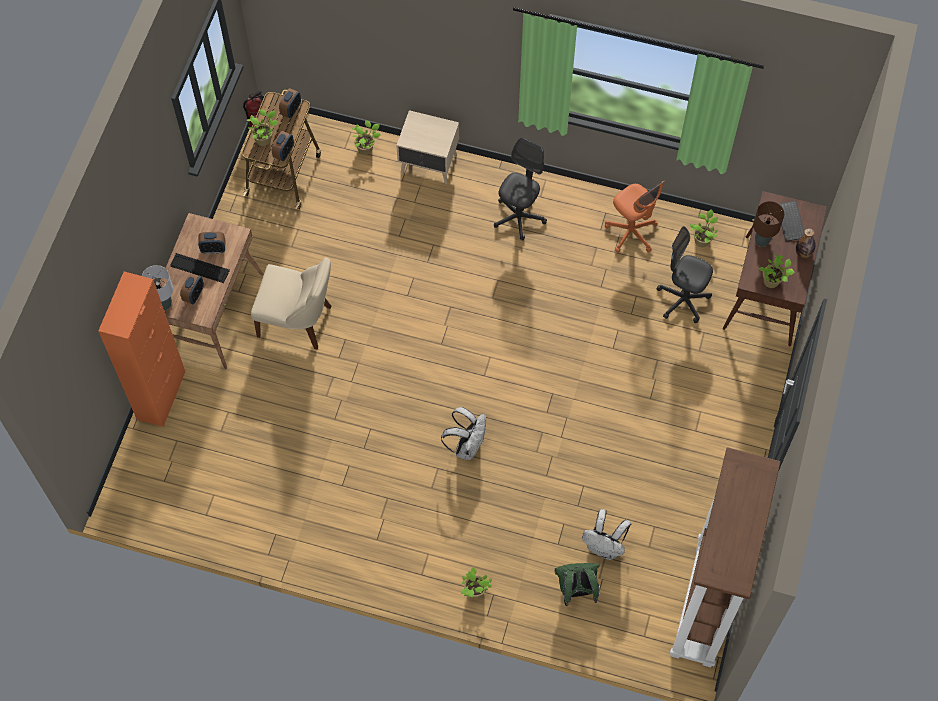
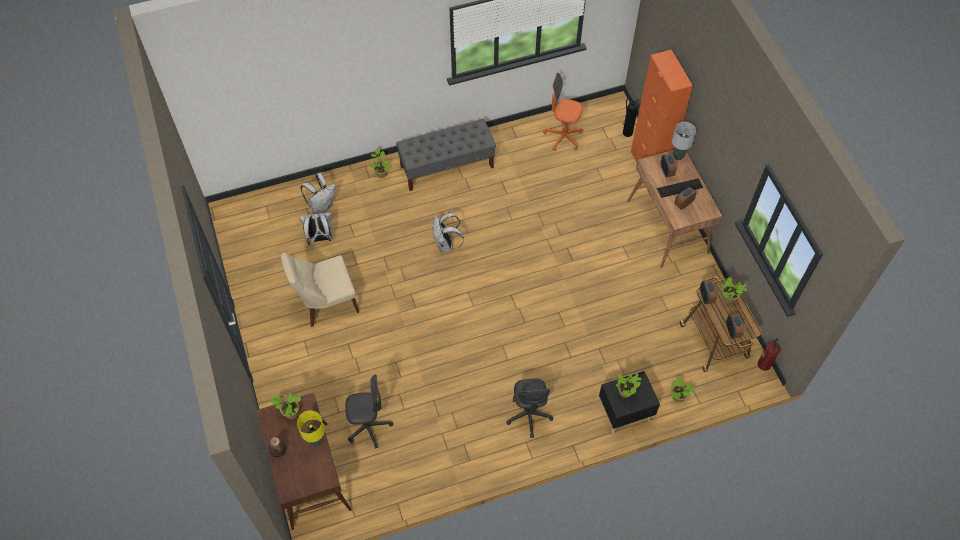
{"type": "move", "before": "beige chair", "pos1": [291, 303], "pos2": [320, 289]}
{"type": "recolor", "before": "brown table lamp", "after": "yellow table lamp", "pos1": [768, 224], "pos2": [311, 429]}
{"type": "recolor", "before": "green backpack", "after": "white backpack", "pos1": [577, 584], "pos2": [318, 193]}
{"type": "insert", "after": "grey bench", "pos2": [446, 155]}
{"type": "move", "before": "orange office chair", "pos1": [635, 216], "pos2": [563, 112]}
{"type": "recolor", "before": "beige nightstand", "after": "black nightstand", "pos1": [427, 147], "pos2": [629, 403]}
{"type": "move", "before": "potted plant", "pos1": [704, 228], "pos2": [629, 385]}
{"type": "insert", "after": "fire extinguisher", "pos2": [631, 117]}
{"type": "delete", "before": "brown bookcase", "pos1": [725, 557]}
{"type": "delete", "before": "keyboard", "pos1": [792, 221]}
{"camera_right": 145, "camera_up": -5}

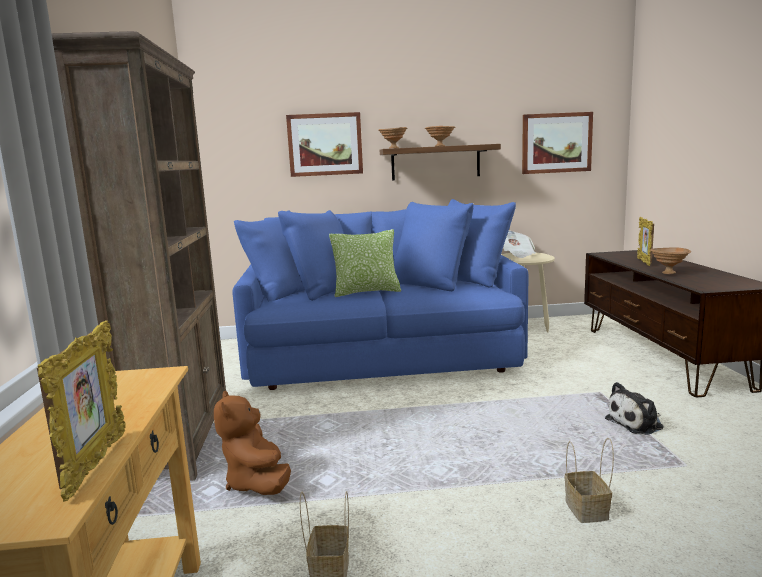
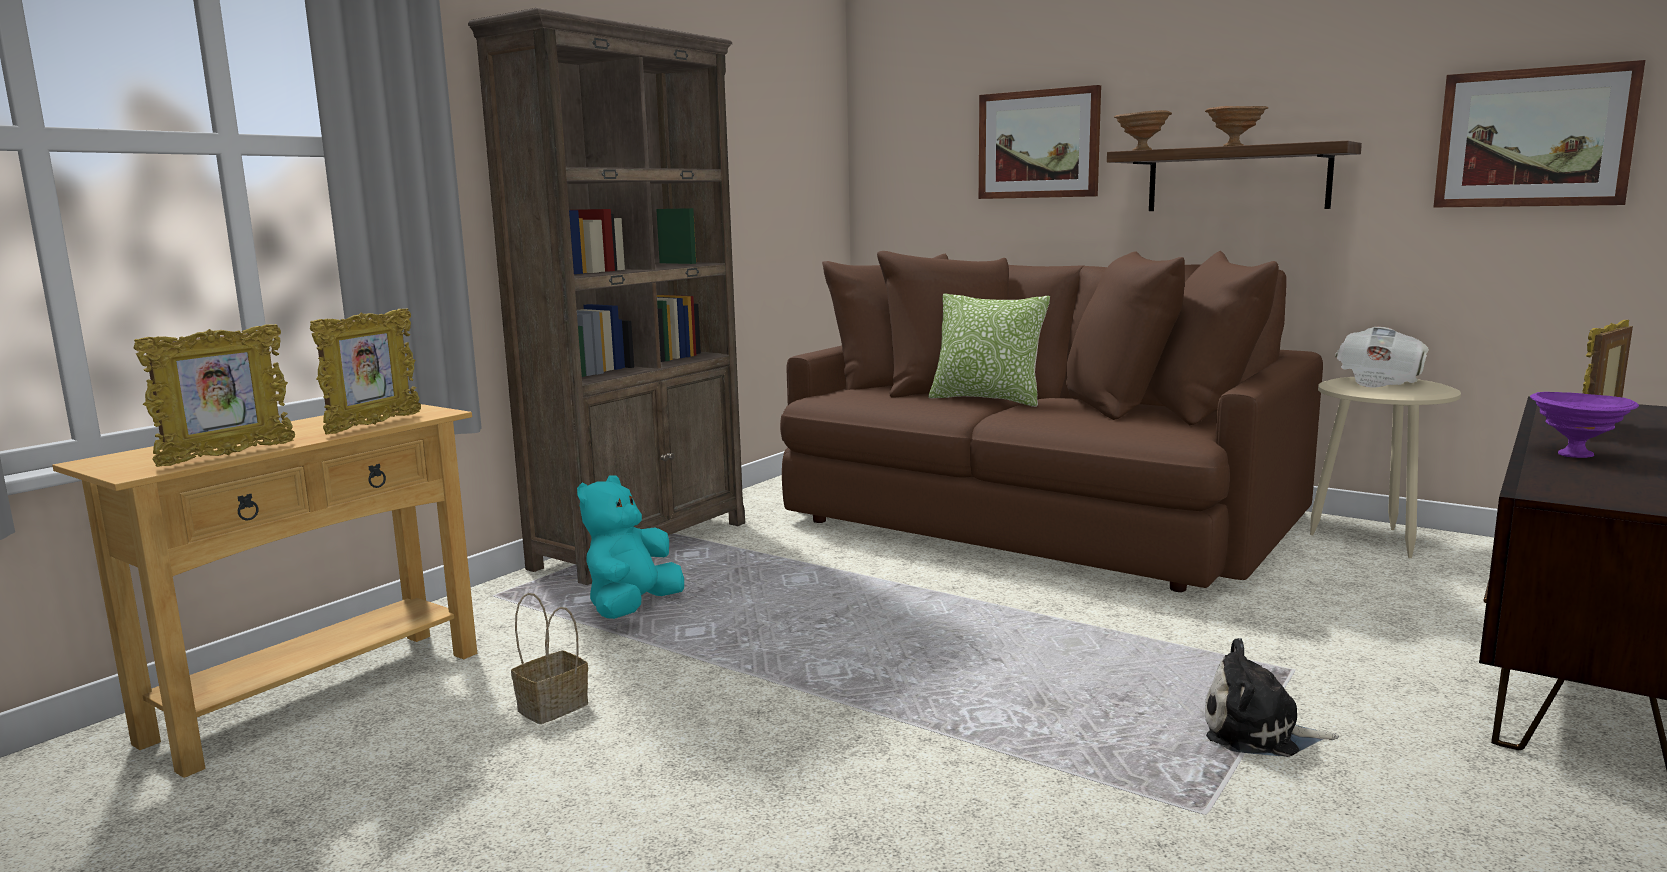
{"type": "insert", "after": "picture frame", "pos2": [365, 371]}
{"type": "recolor", "before": "brown plush toy", "after": "turquoise plush toy", "pos1": [252, 443], "pos2": [630, 547]}
{"type": "recolor", "before": "blue sofa", "after": "brown sofa", "pos1": [380, 294], "pos2": [1051, 421]}
{"type": "recolor", "before": "brown bowl", "after": "purple bowl", "pos1": [670, 261], "pos2": [1584, 425]}
{"type": "delete", "before": "basket", "pos1": [589, 480]}
{"camera_right": 40, "camera_up": 0}

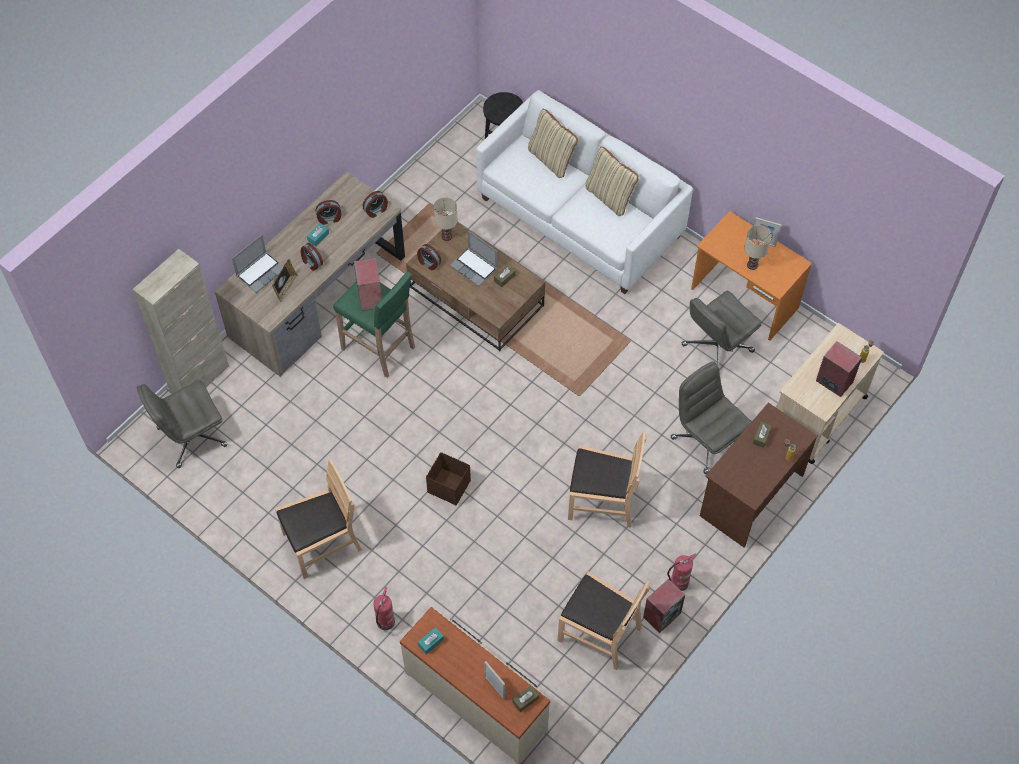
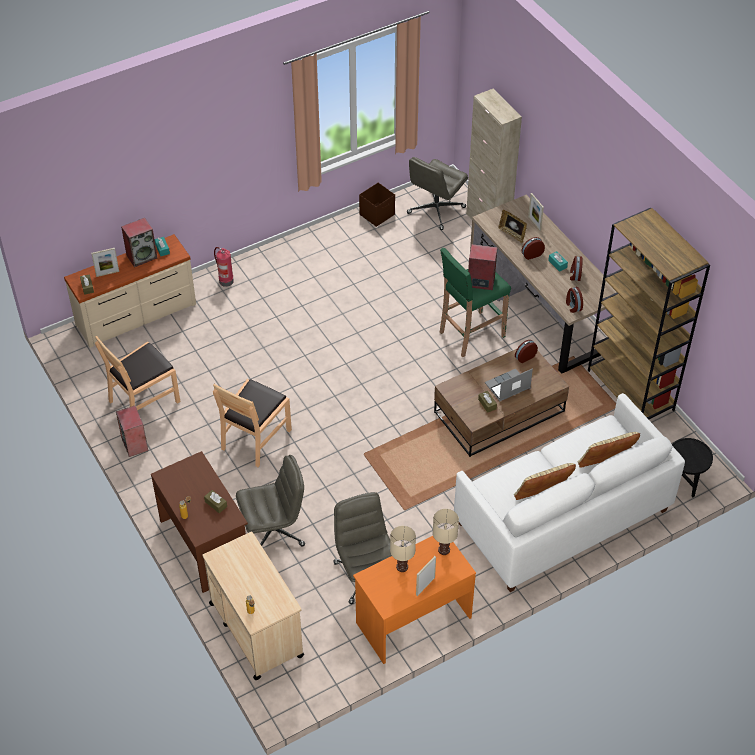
{"type": "move", "before": "speaker", "pos1": [839, 369], "pos2": [139, 242]}
{"type": "move", "before": "brown storage box", "pos1": [448, 478], "pos2": [377, 205]}
{"type": "rotate", "before": "grey office chair", "pos1": [182, 424], "pos2": [437, 193], "turn": -135}
{"type": "move", "before": "beige table lamp", "pos1": [446, 219], "pos2": [446, 532]}
{"type": "replace", "before": "laptop", "after": "picture frame", "pos1": [257, 264], "pos2": [536, 212]}
{"type": "insert", "after": "brown bookcase", "pos2": [649, 313]}
{"type": "delete", "before": "brown chair", "pos1": [318, 519]}
{"type": "delete", "before": "fire extinguisher", "pos1": [681, 572]}
{"camera_right": 110, "camera_up": -10}

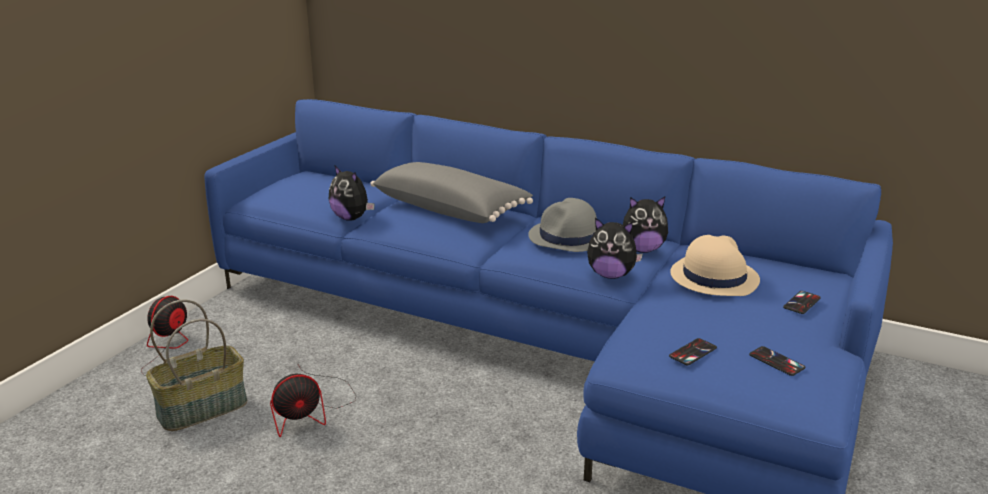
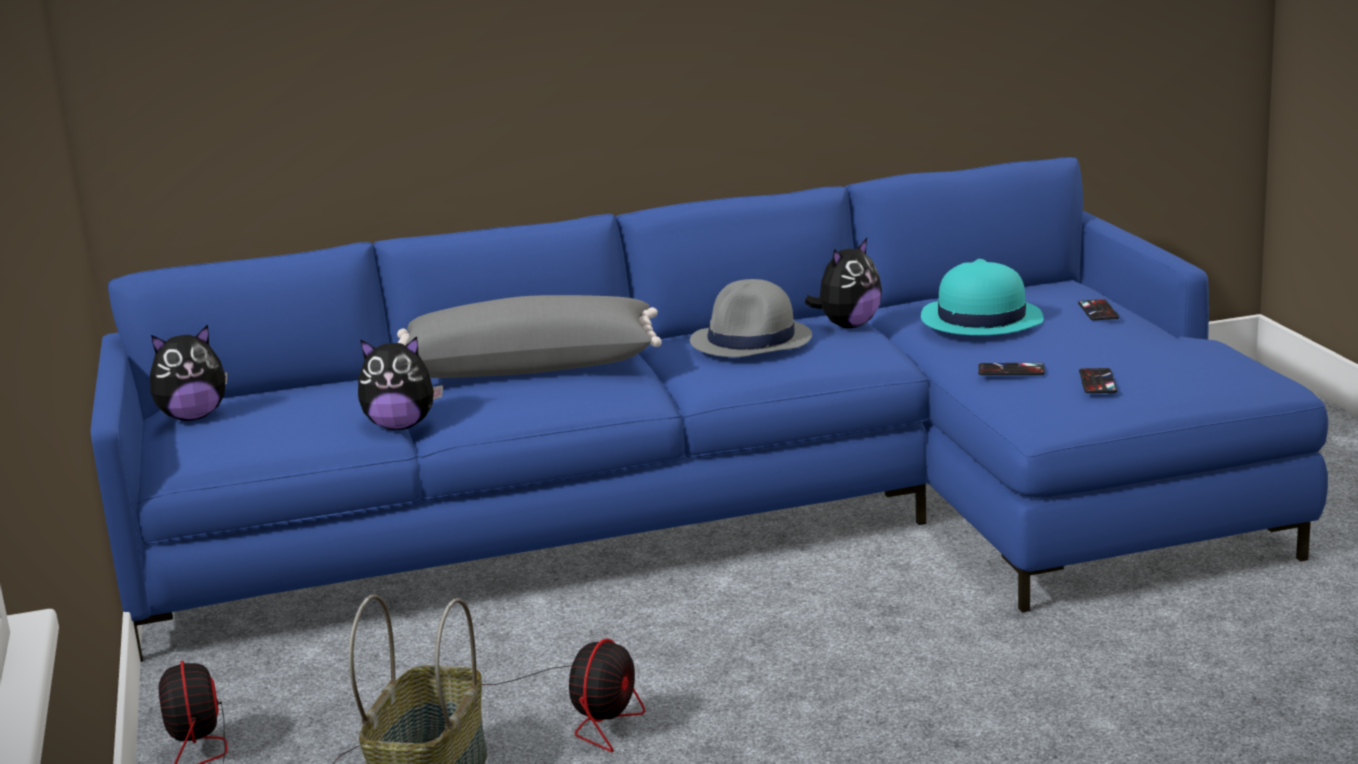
{"type": "move", "before": "plush toy", "pos1": [615, 248], "pos2": [189, 373]}
{"type": "recolor", "before": "beige hat", "after": "turquoise hat", "pos1": [715, 265], "pos2": [982, 297]}
{"type": "move", "before": "phone", "pos1": [777, 361], "pos2": [1011, 369]}
{"camera_right": -40, "camera_up": -5}

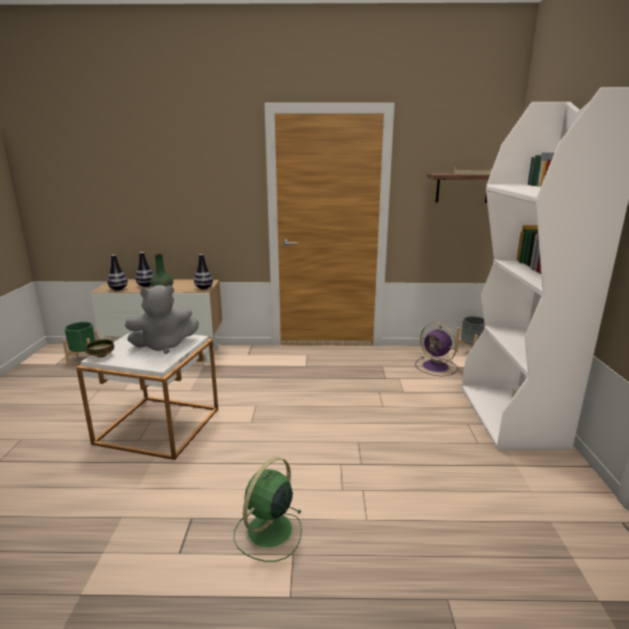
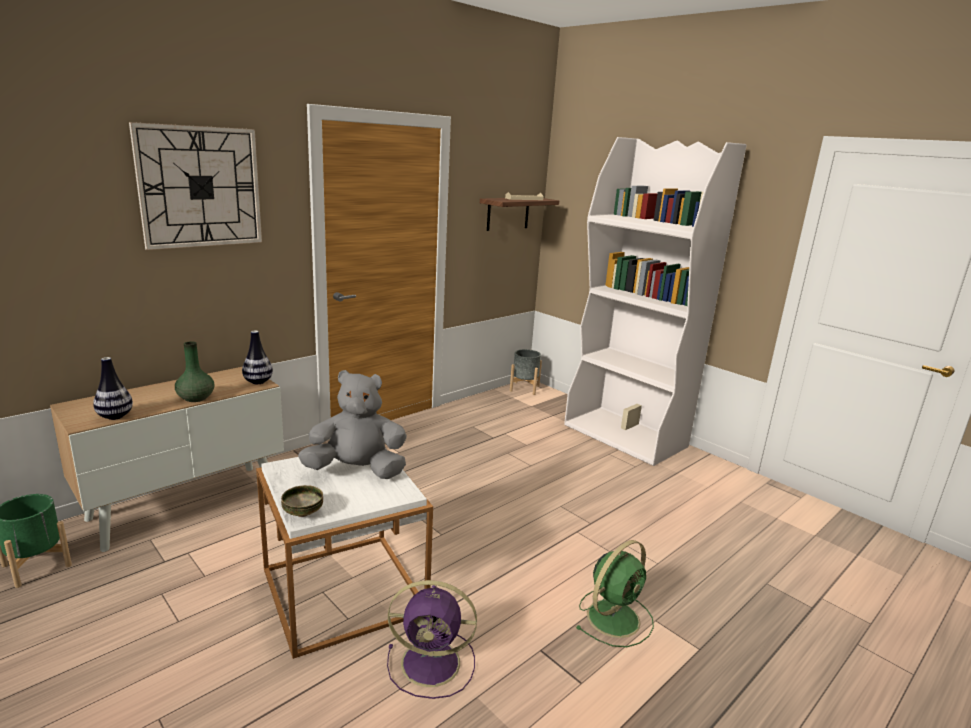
{"type": "insert", "after": "wall clock", "pos2": [195, 186]}
{"type": "rotate", "before": "grey plush toy", "pos1": [162, 319], "pos2": [352, 424], "turn": -120}
{"type": "move", "before": "purple fan", "pos1": [436, 349], "pos2": [432, 639]}
{"type": "rotate", "before": "green fan", "pos1": [267, 509], "pos2": [614, 593], "turn": -120}
{"type": "delete", "before": "vase", "pos1": [144, 269]}
{"camera_right": -45, "camera_up": 0}

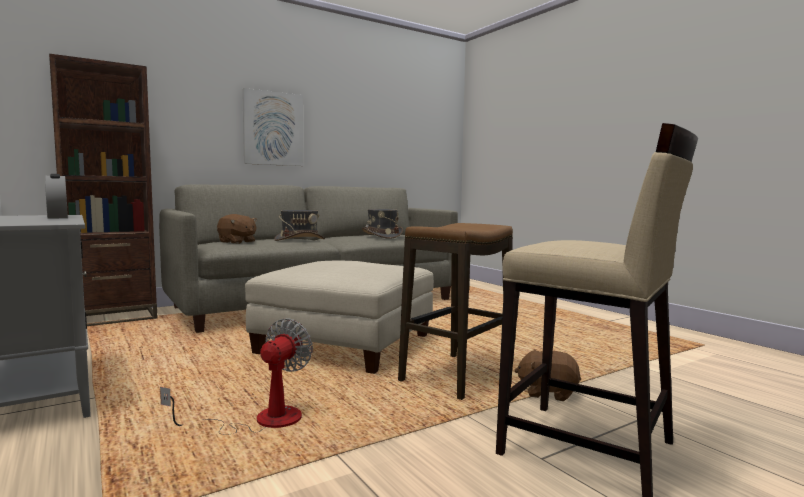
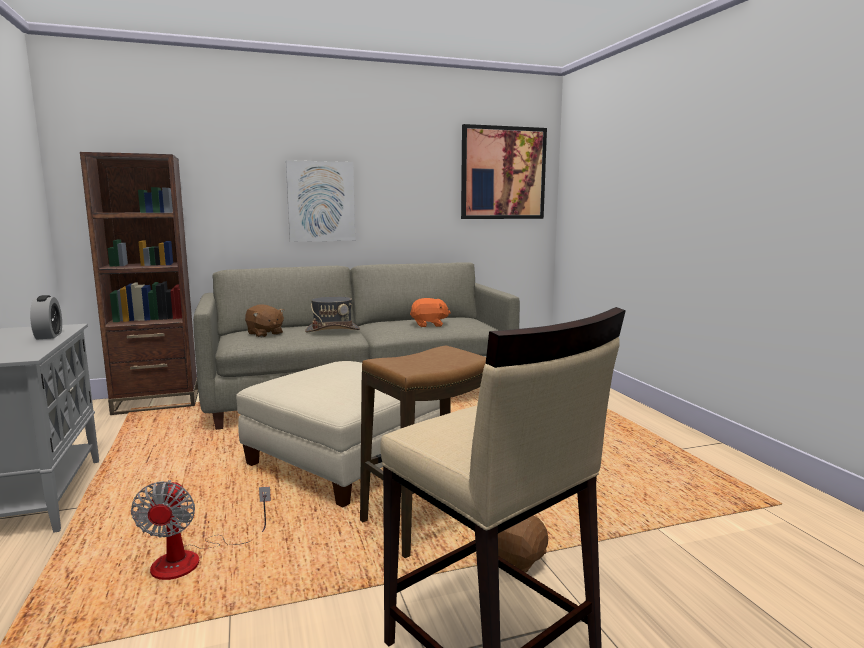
{"type": "rotate", "before": "fan", "pos1": [236, 376], "pos2": [201, 530], "turn": 135}
{"type": "replace", "before": "grey hat", "after": "orange plush toy", "pos1": [382, 224], "pos2": [430, 312]}
{"type": "insert", "after": "picture", "pos2": [504, 171]}
{"camera_right": 15, "camera_up": 5}

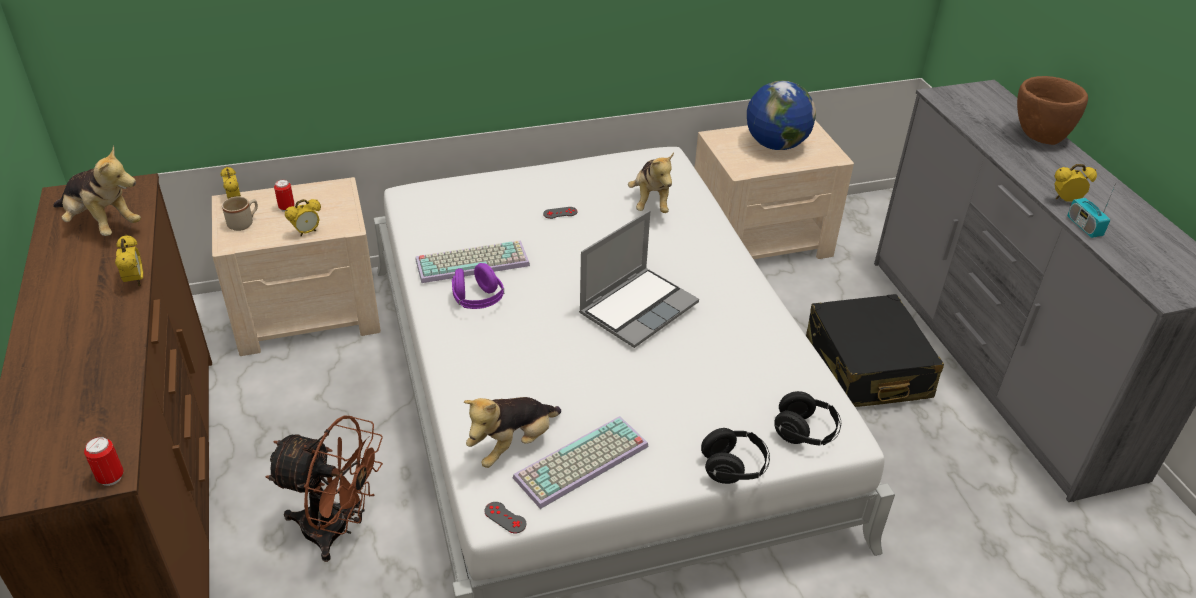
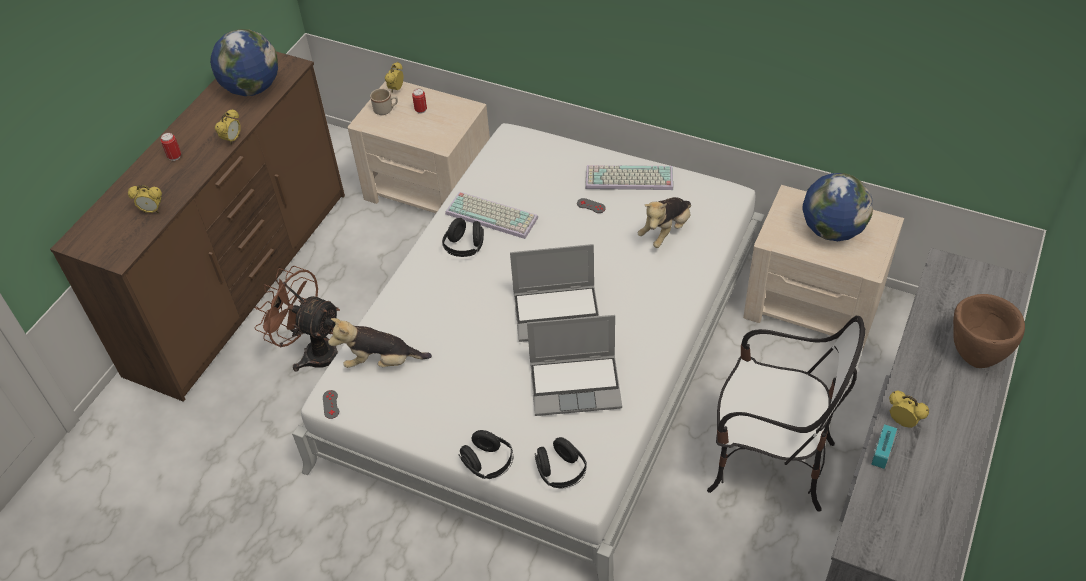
{"type": "move", "before": "alarm clock", "pos1": [303, 217], "pos2": [145, 199]}
{"type": "move", "before": "can", "pos1": [103, 461], "pos2": [170, 147]}
{"type": "replace", "before": "plush toy", "after": "globe", "pos1": [97, 191], "pos2": [244, 62]}
{"type": "rotate", "before": "brown fan", "pos1": [324, 489], "pos2": [297, 319], "turn": 150}
{"type": "recolor", "before": "purple headphones", "after": "black headphones", "pos1": [478, 286], "pos2": [463, 237]}
{"type": "insert", "after": "laptop", "pos2": [574, 365]}
{"type": "move", "before": "keyboard", "pos1": [581, 462], "pos2": [629, 177]}
{"type": "replace", "before": "black suitcase", "after": "chair", "pos1": [875, 350], "pos2": [786, 414]}
{"camera_right": 45, "camera_up": 10}

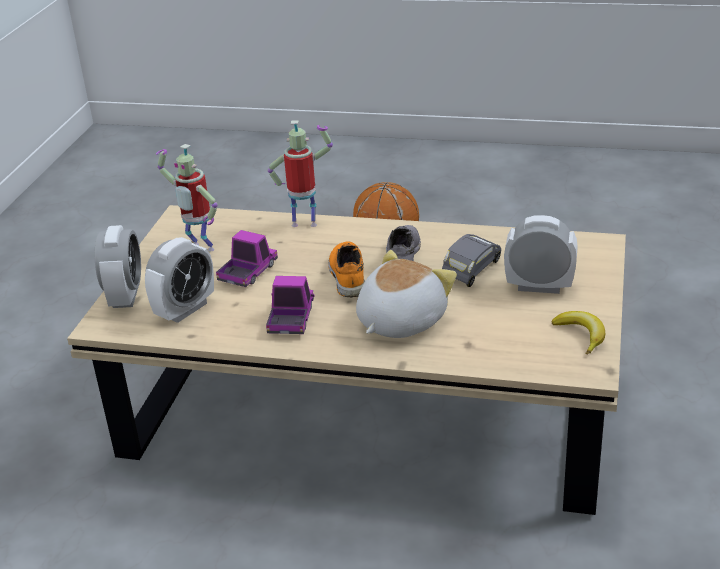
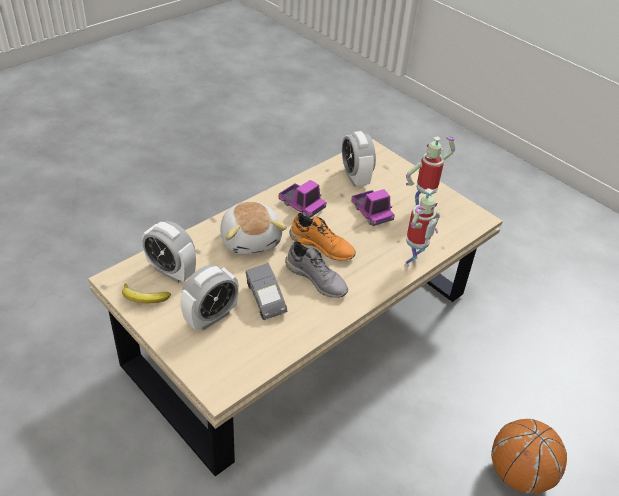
{"type": "move", "before": "alarm clock", "pos1": [118, 266], "pos2": [169, 252]}
{"camera_right": 120, "camera_up": 10}

